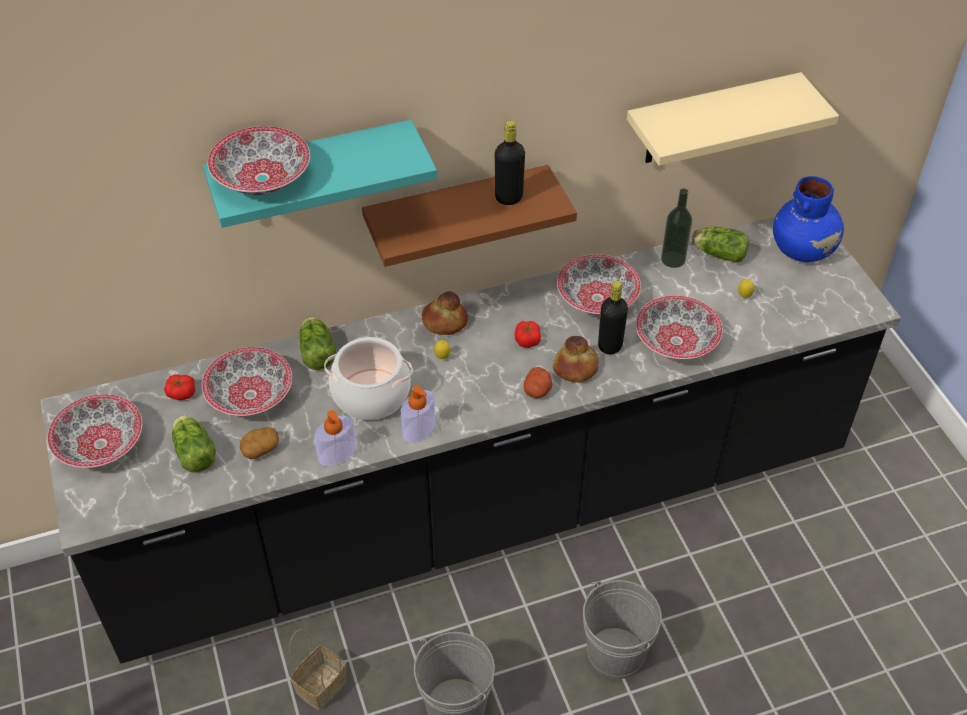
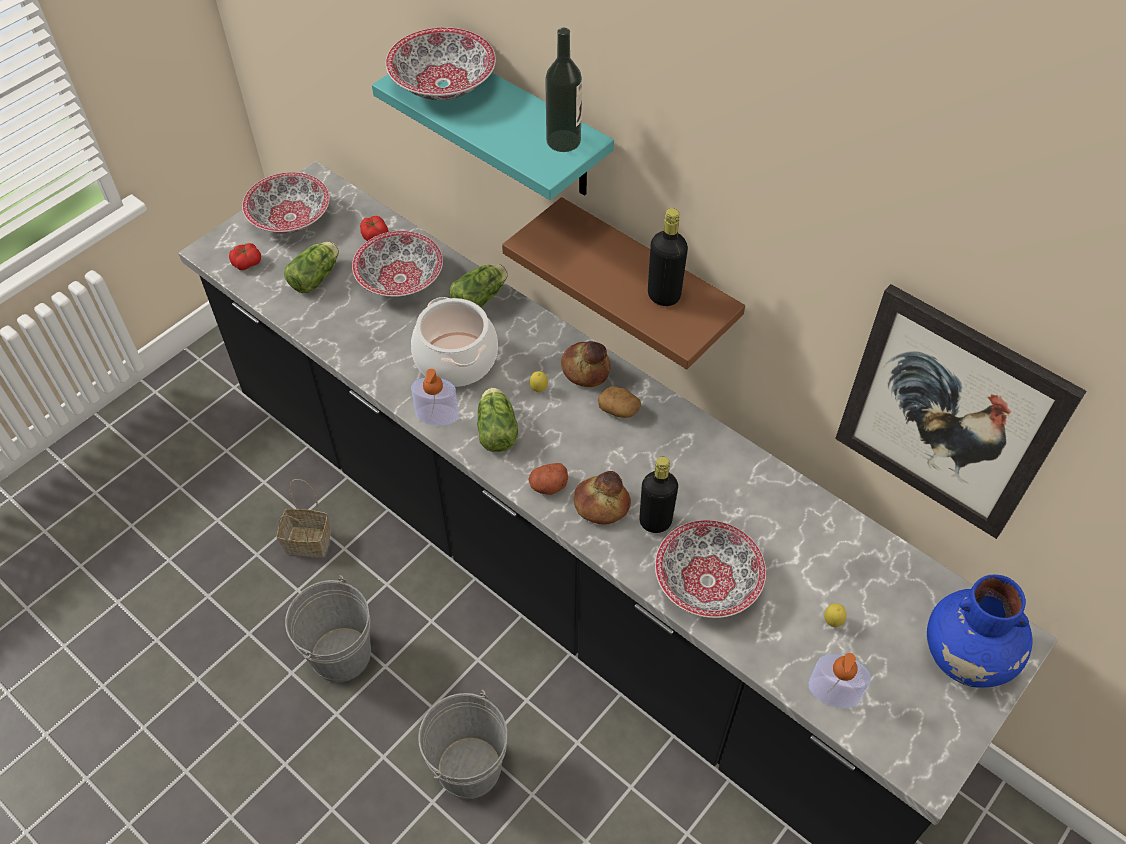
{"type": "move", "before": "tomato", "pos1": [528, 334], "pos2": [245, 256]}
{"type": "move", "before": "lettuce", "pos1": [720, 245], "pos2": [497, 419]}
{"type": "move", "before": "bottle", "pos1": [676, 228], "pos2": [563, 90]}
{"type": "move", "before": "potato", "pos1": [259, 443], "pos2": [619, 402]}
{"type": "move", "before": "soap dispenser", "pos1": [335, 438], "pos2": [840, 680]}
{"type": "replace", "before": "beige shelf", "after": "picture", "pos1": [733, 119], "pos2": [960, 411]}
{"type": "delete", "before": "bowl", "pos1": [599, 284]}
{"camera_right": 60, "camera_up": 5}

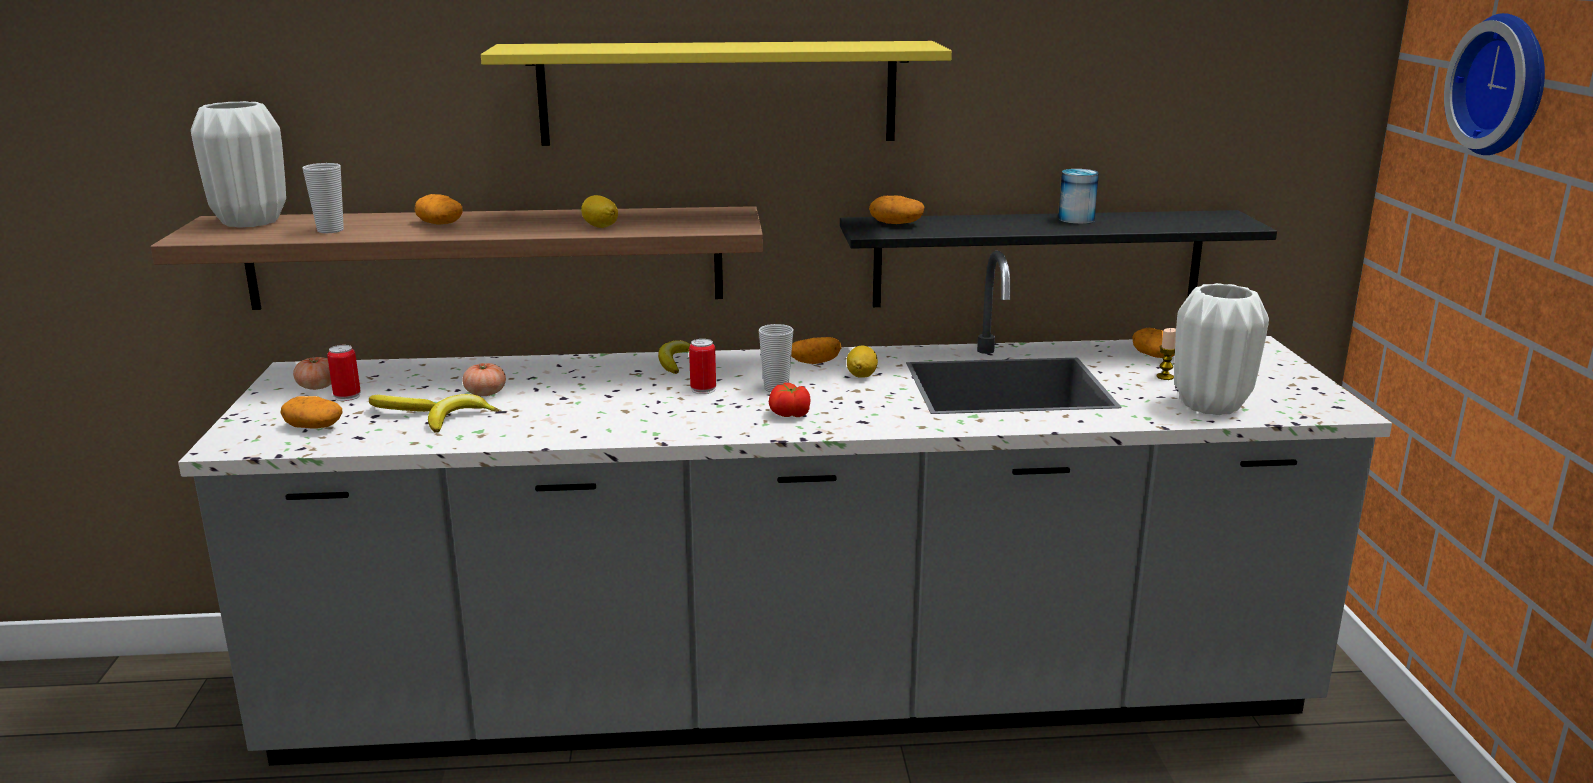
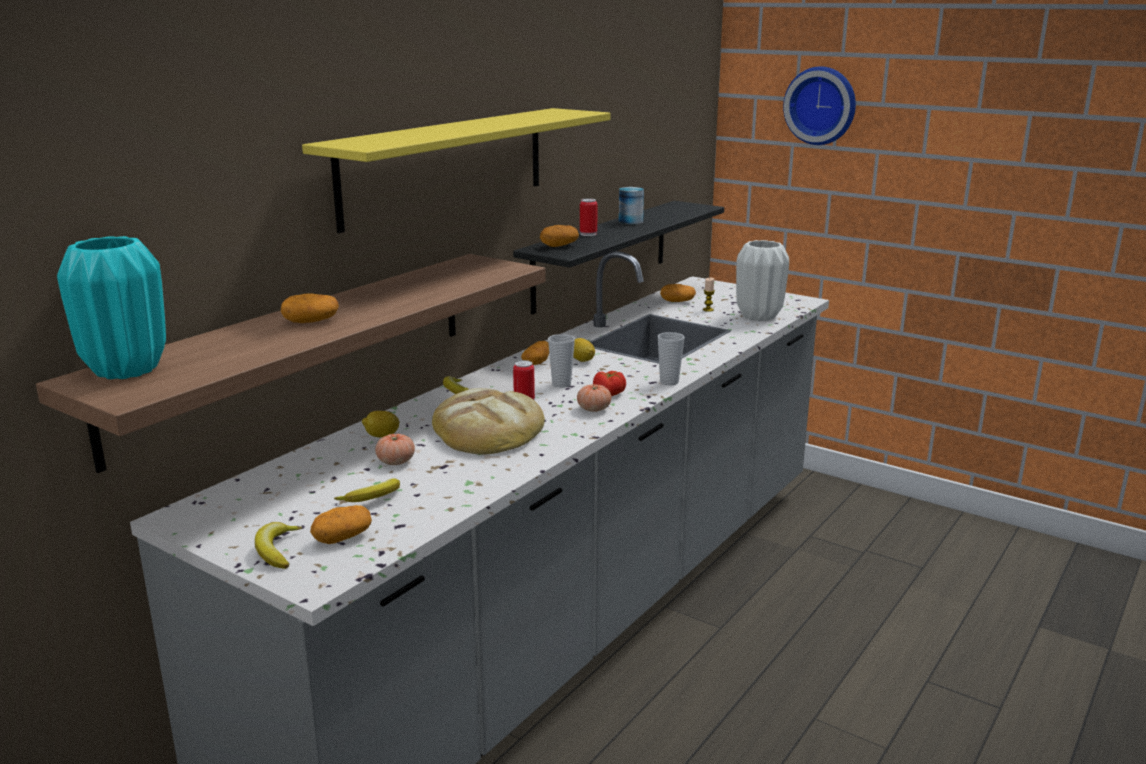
{"type": "recolor", "before": "white vase", "after": "turquoise vase", "pos1": [238, 164], "pos2": [111, 307]}
{"type": "move", "before": "banana", "pos1": [463, 413], "pos2": [278, 545]}
{"type": "move", "before": "lemon", "pos1": [599, 211], "pos2": [381, 424]}
{"type": "insert", "after": "bread", "pos2": [488, 421]}
{"type": "move", "before": "tomato", "pos1": [312, 373], "pos2": [594, 398]}
{"type": "move", "before": "can", "pos1": [344, 373], "pos2": [589, 217]}
{"type": "move", "before": "cup", "pos1": [323, 198], "pos2": [671, 358]}
{"camera_right": -50, "camera_up": 0}

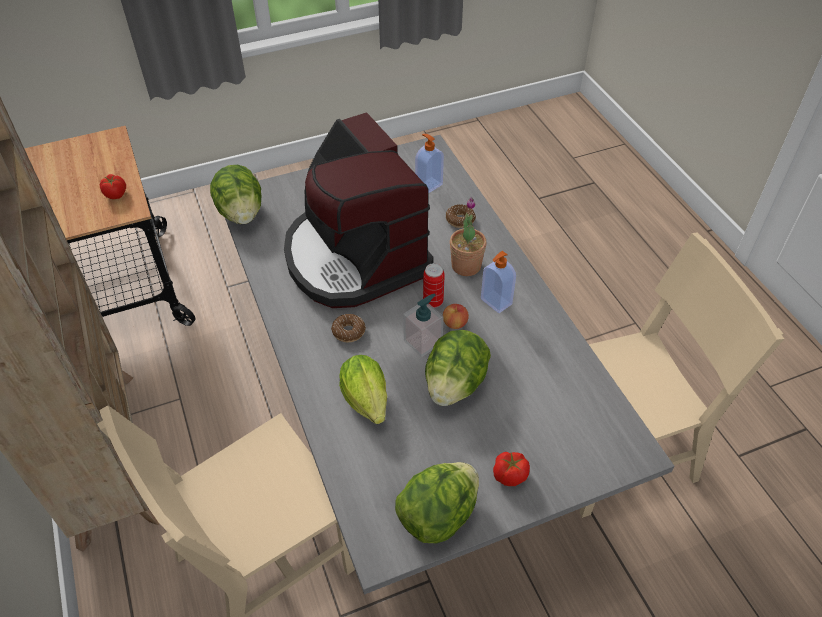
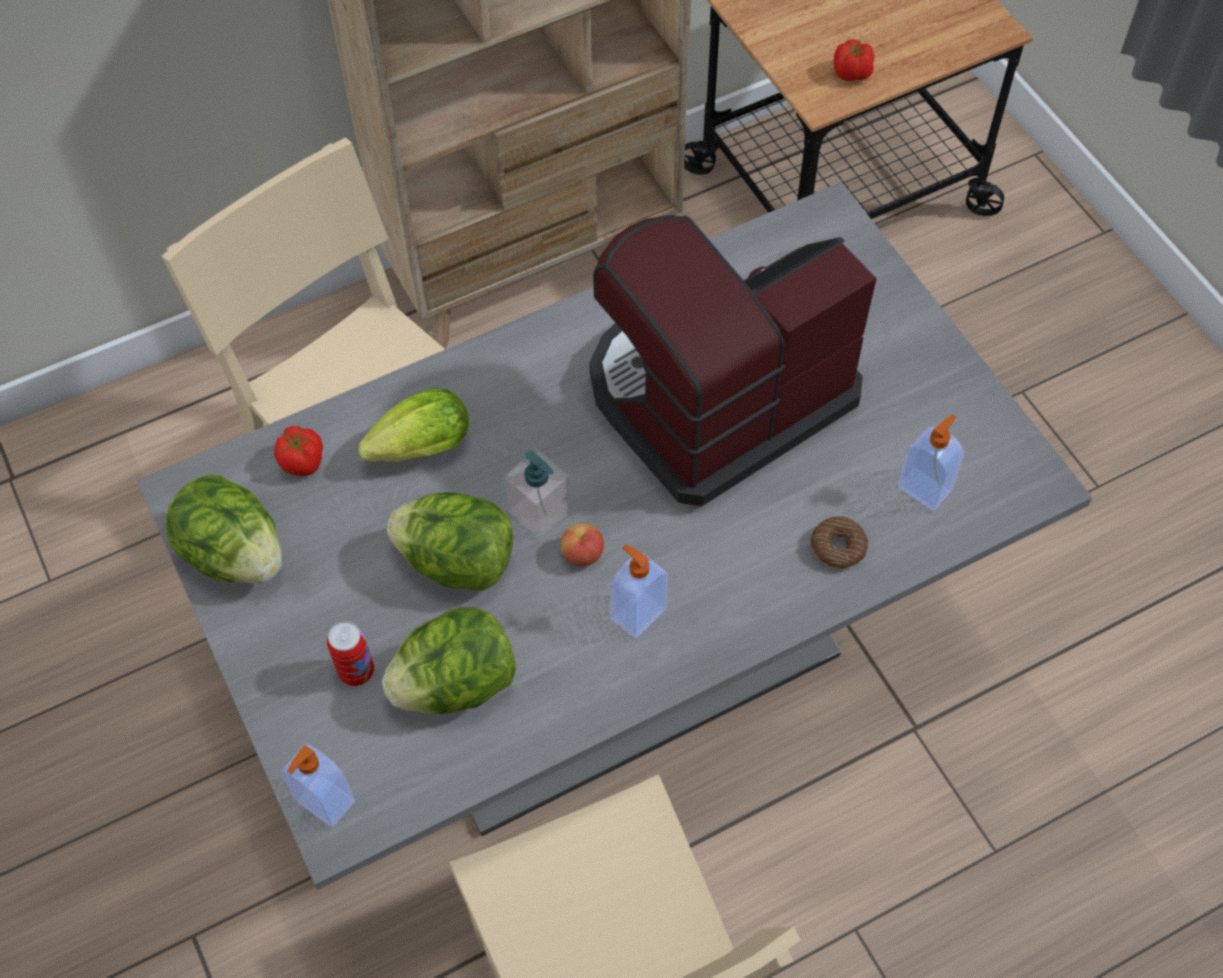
{"type": "move", "before": "tomato", "pos1": [511, 469], "pos2": [298, 451]}
{"type": "insert", "after": "soap dispenser", "pos2": [318, 786]}
{"type": "move", "before": "can", "pos1": [434, 285], "pos2": [350, 653]}
{"type": "move", "before": "lettuce", "pos1": [235, 194], "pos2": [449, 660]}
{"type": "delete", "before": "donut", "pos1": [348, 328]}
{"type": "delete", "before": "potted plant", "pos1": [468, 236]}
{"camera_right": 85, "camera_up": 10}

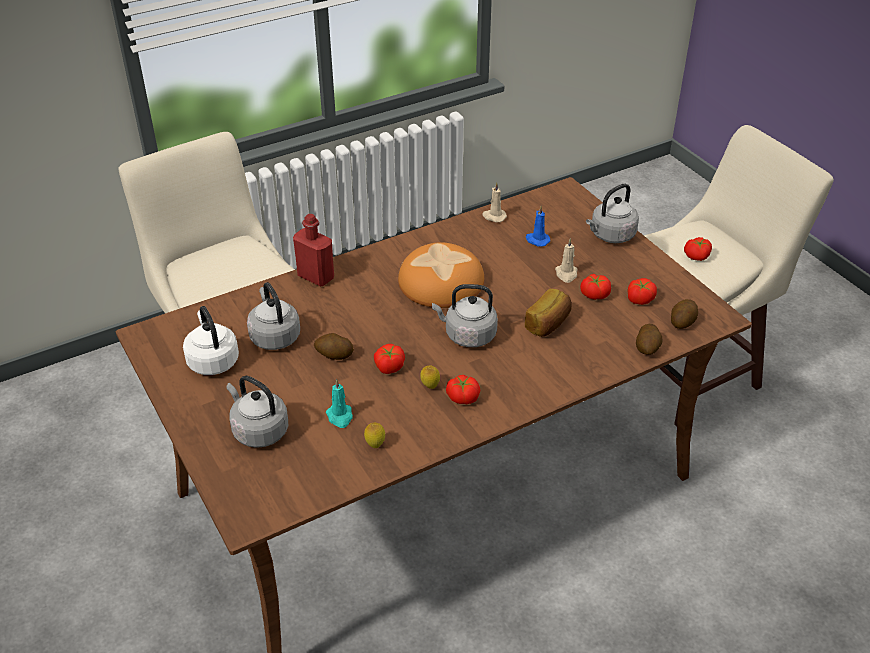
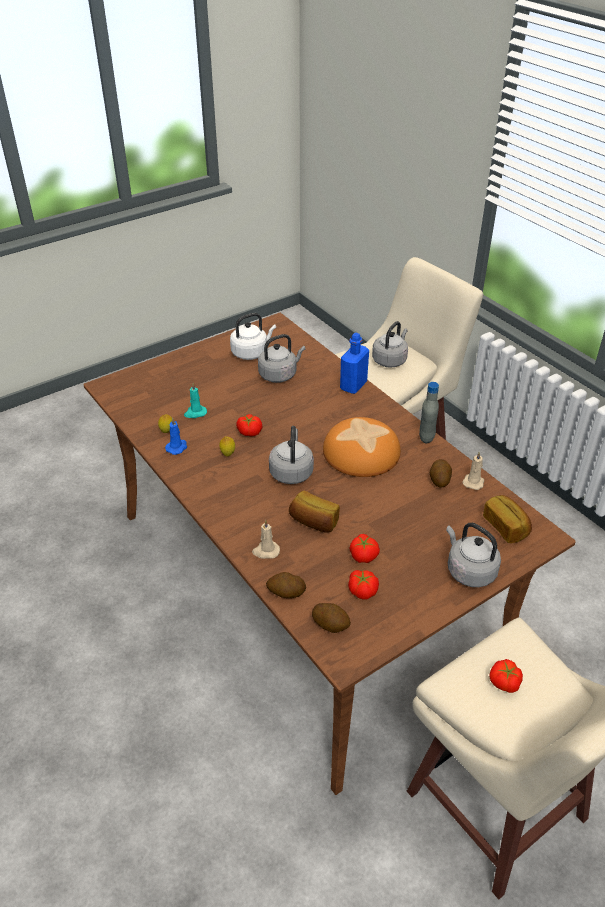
{"type": "move", "before": "blue candle", "pos1": [538, 226], "pos2": [176, 436]}
{"type": "move", "before": "beige candle", "pos1": [566, 260], "pos2": [266, 539]}
{"type": "recolor", "before": "red bottle", "after": "blue bottle", "pos1": [313, 250], "pos2": [354, 363]}
{"type": "move", "before": "grey kettle", "pos1": [257, 412], "pos2": [390, 344]}
{"type": "insert", "after": "grey bottle", "pos2": [429, 412]}
{"type": "move", "before": "potato", "pos1": [334, 346], "pos2": [441, 473]}
{"type": "insert", "after": "bread", "pos2": [507, 519]}
{"type": "delete", "before": "tomato", "pos1": [463, 389]}
{"camera_right": 85, "camera_up": 0}

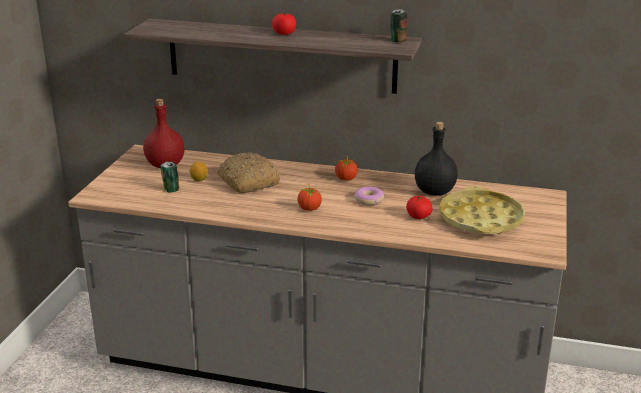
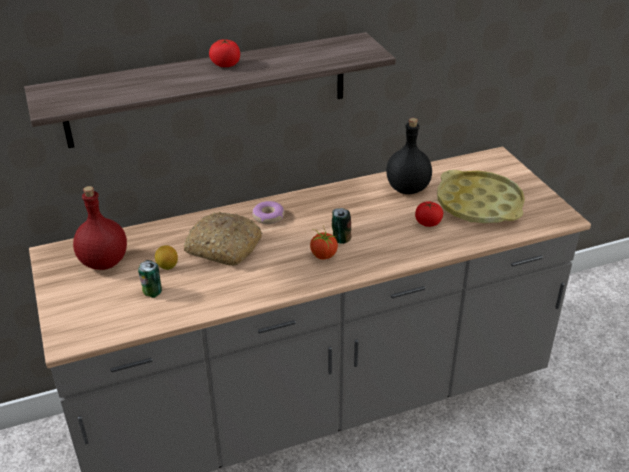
{"type": "move", "before": "donut", "pos1": [369, 196], "pos2": [268, 212]}
{"type": "move", "before": "can", "pos1": [398, 25], "pos2": [342, 226]}
{"type": "delete", "before": "tomato", "pos1": [346, 168]}
{"camera_right": -35, "camera_up": 10}

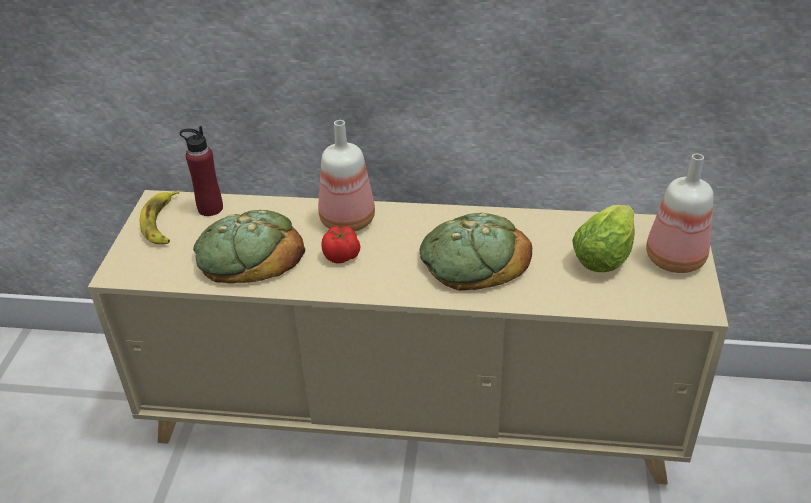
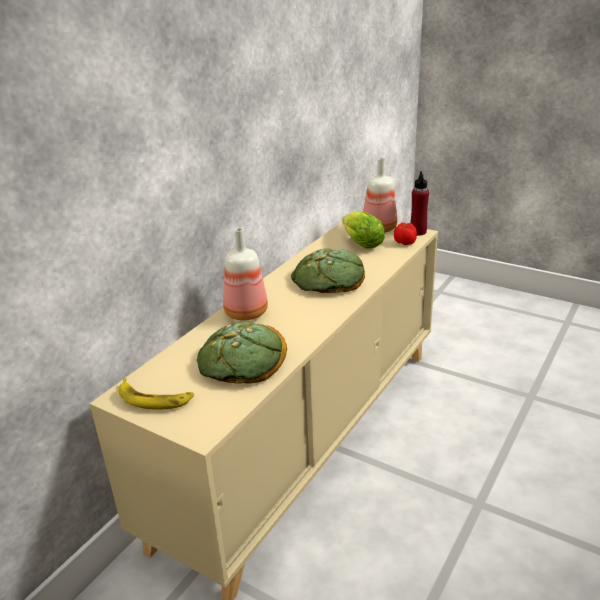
{"type": "move", "before": "tomato", "pos1": [340, 245], "pos2": [405, 233]}
{"type": "move", "before": "red bottle", "pos1": [201, 171], "pos2": [419, 203]}
{"camera_right": -65, "camera_up": -10}

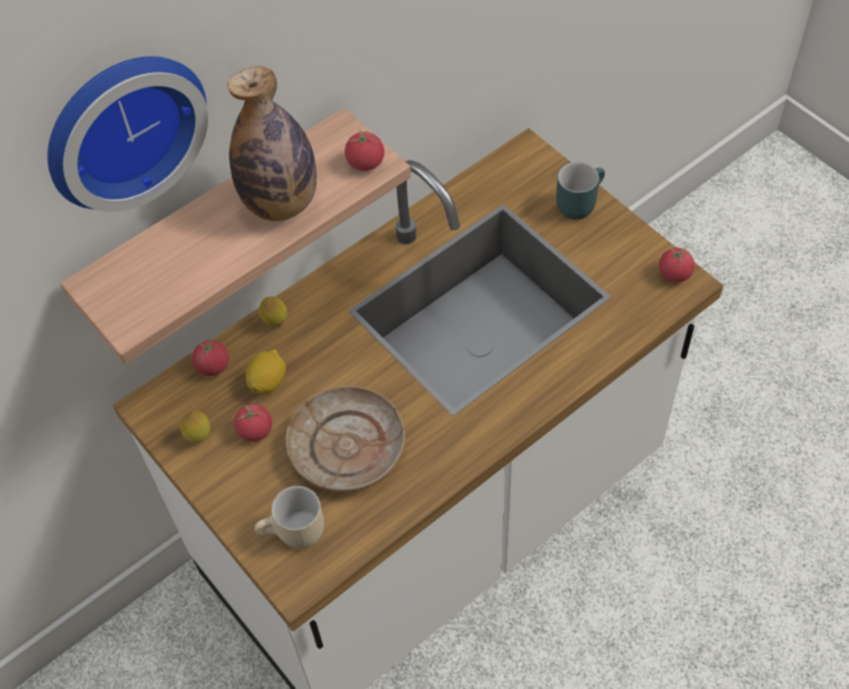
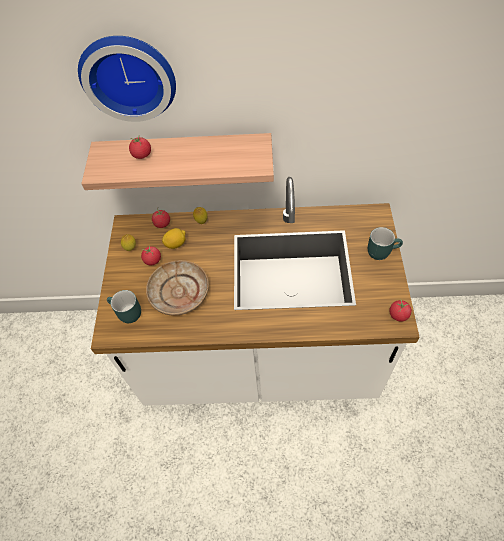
{"type": "recolor", "before": "beige mug", "after": "turquoise mug", "pos1": [289, 517], "pos2": [124, 306]}
{"type": "move", "before": "tomato", "pos1": [364, 150], "pos2": [140, 147]}
{"type": "delete", "before": "bottle", "pos1": [272, 143]}
{"camera_right": 40, "camera_up": 0}

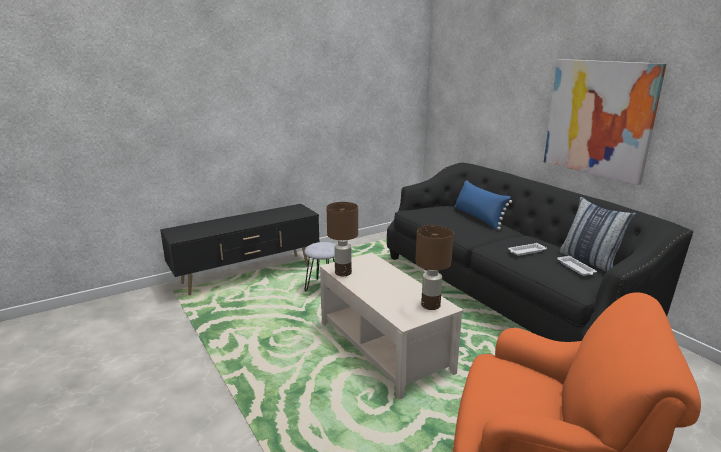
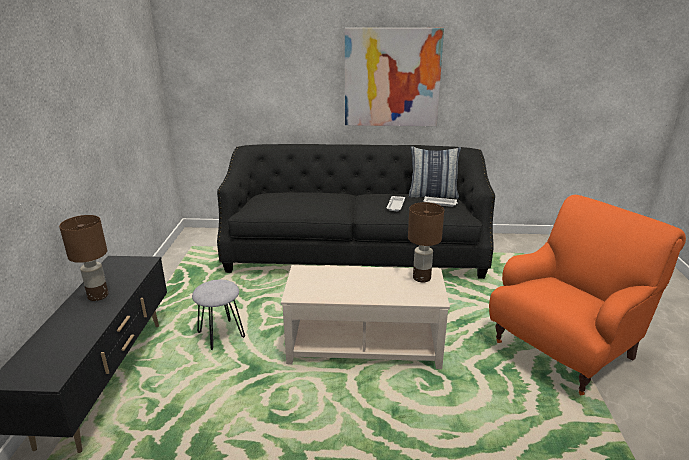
{"type": "move", "before": "brown table lamp", "pos1": [342, 239], "pos2": [83, 258]}
{"type": "delete", "before": "blue pillow", "pos1": [483, 205]}
{"camera_right": -55, "camera_up": 5}

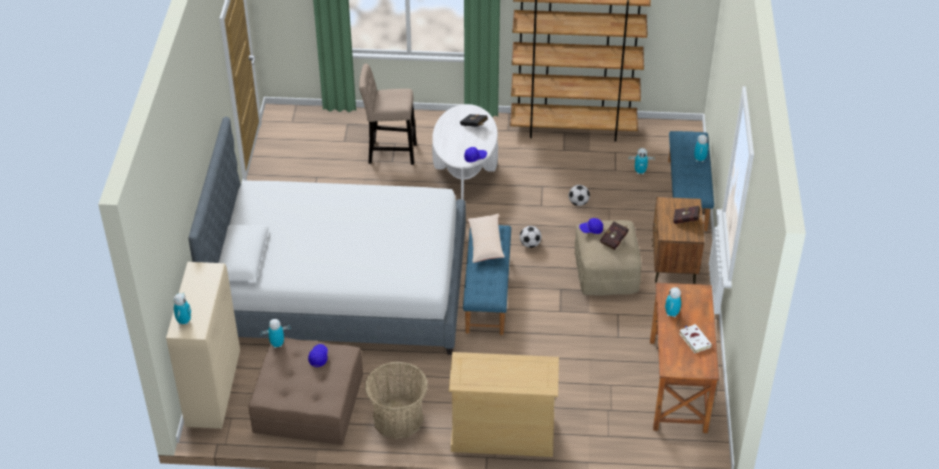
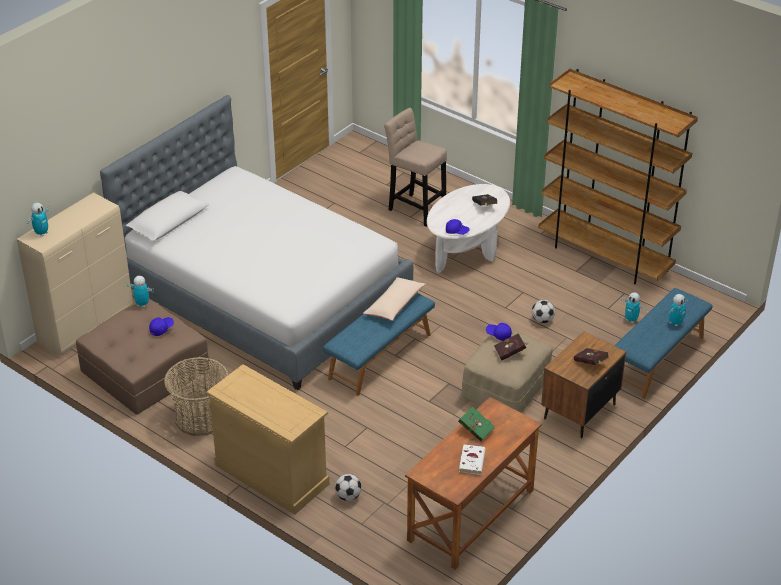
{"type": "move", "before": "football", "pos1": [531, 237], "pos2": [348, 487]}
{"type": "replace", "before": "toy robot", "after": "green book", "pos1": [673, 302], "pos2": [476, 424]}
{"camera_right": 35, "camera_up": -5}

